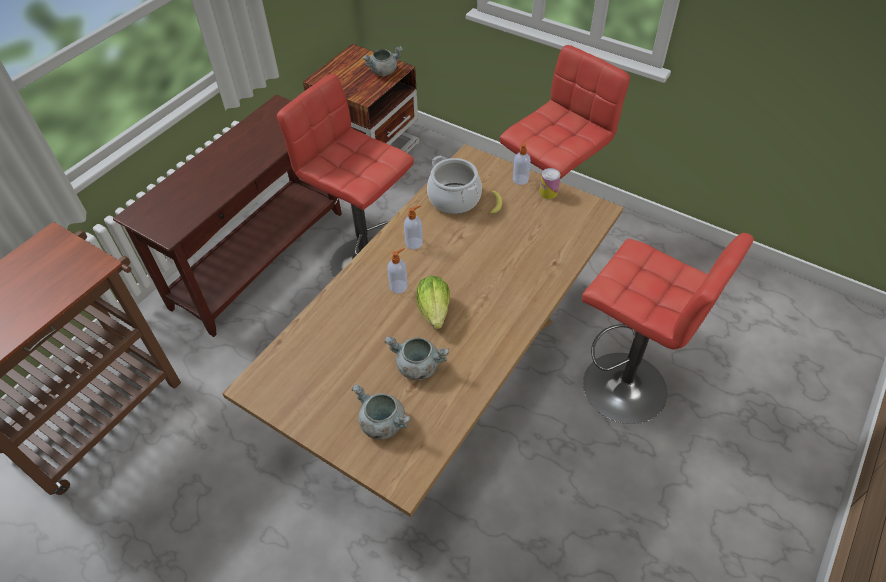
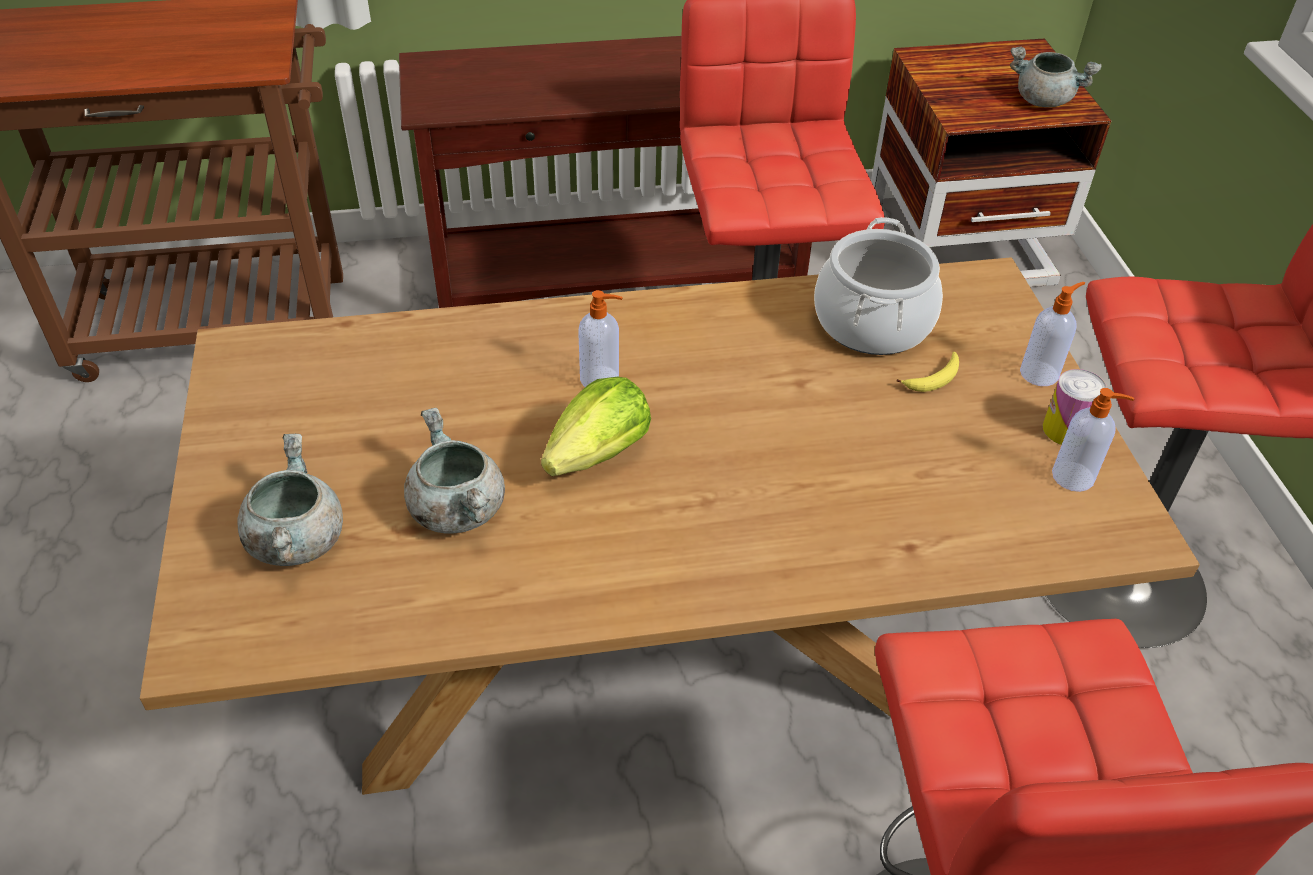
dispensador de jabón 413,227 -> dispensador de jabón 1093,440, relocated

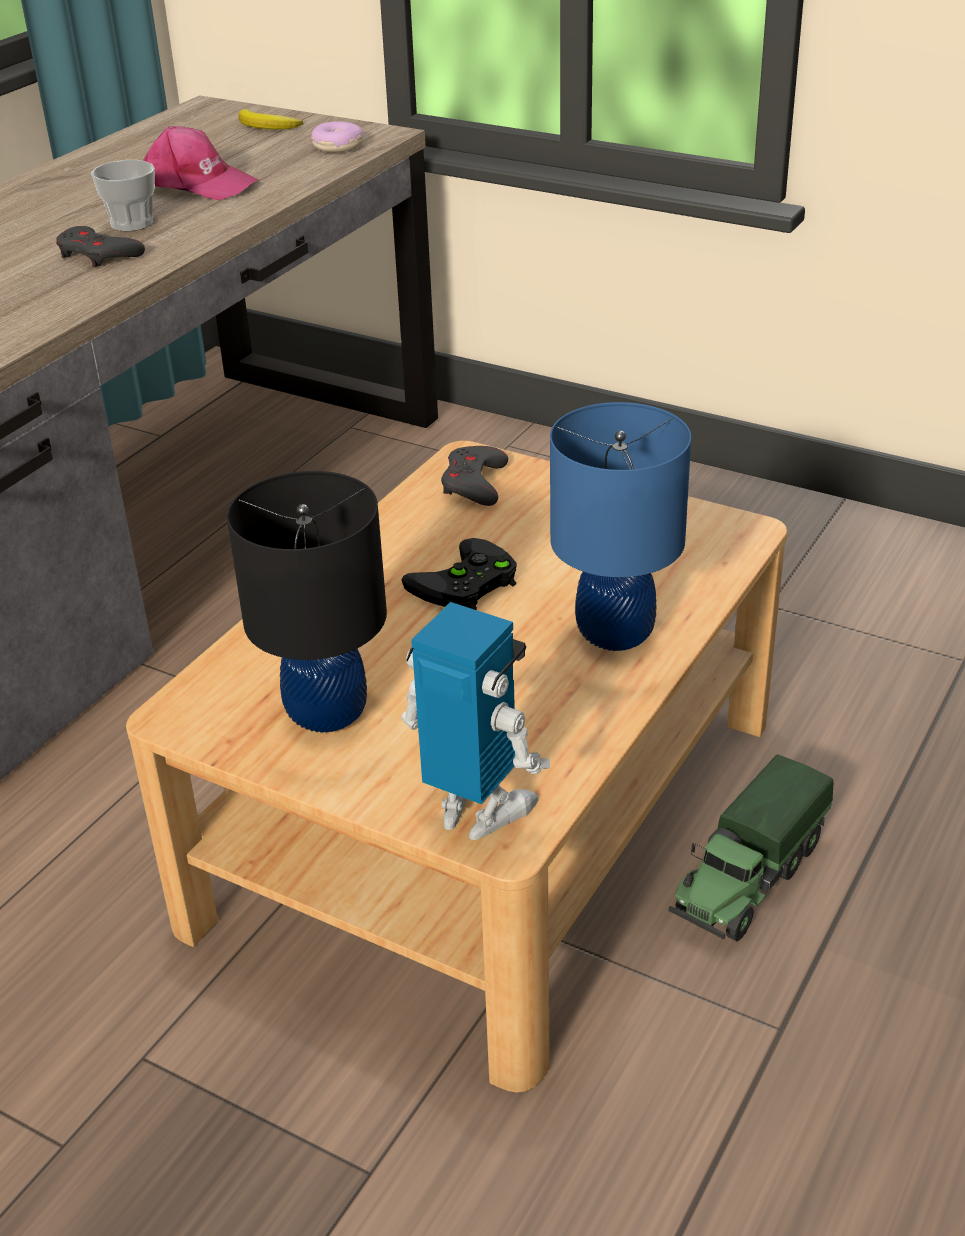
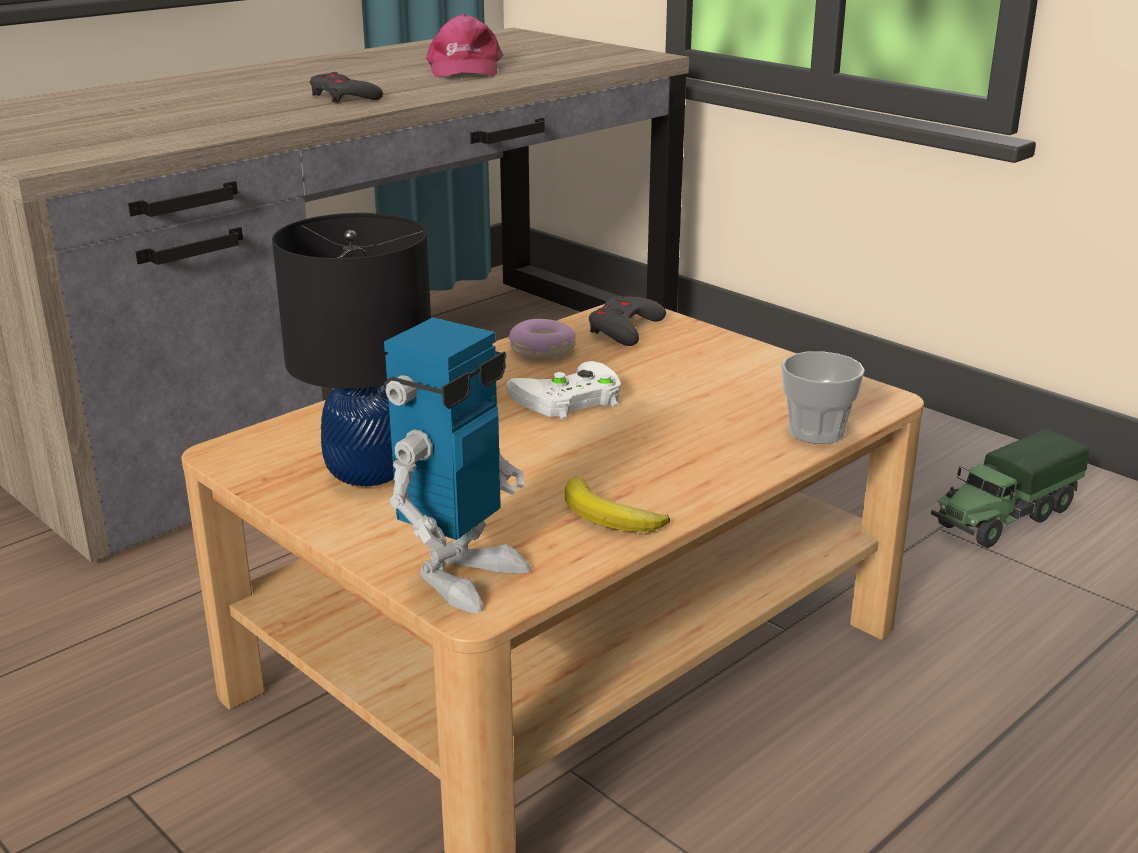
robot de juguete 475,721 -> robot de juguete 457,465, 75 degrees clockwise
gorra/rosa 201,163 -> gorra/rosa 464,45, 45 degrees clockwise
mando de consola/negro 459,574 -> mando de consola/blanco 563,390
rosquilla 337,136 -> rosquilla 542,339, relocated
plátano 271,119 -> plátano 617,505, relocated
taza 123,195 -> taza 823,397, relocated
camión de juguete 750,848 -> camión de juguete 1010,489, relocated
lámpara de mesa/azul 620,526 -> none

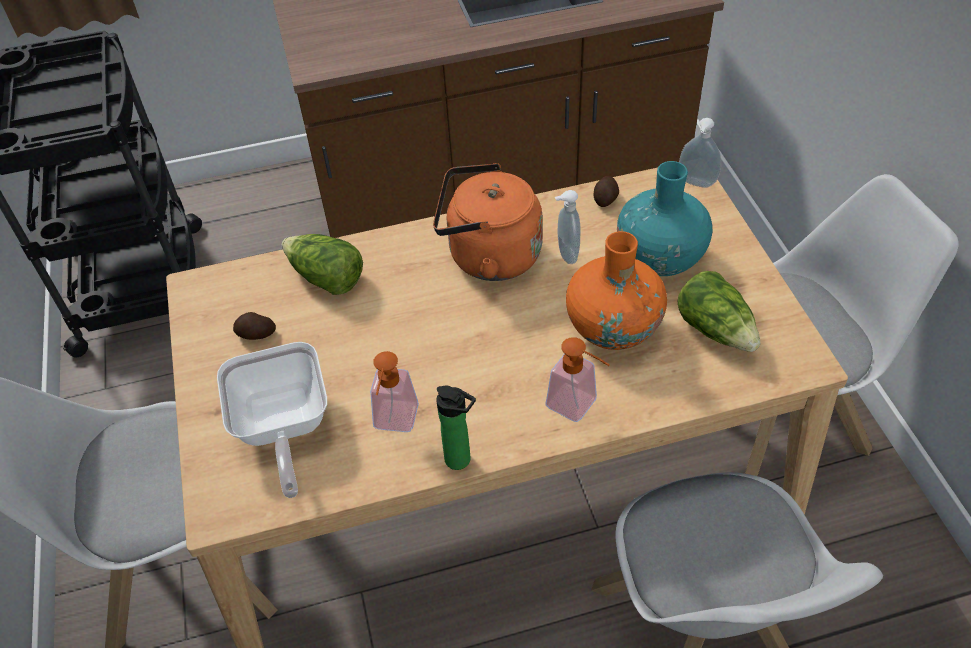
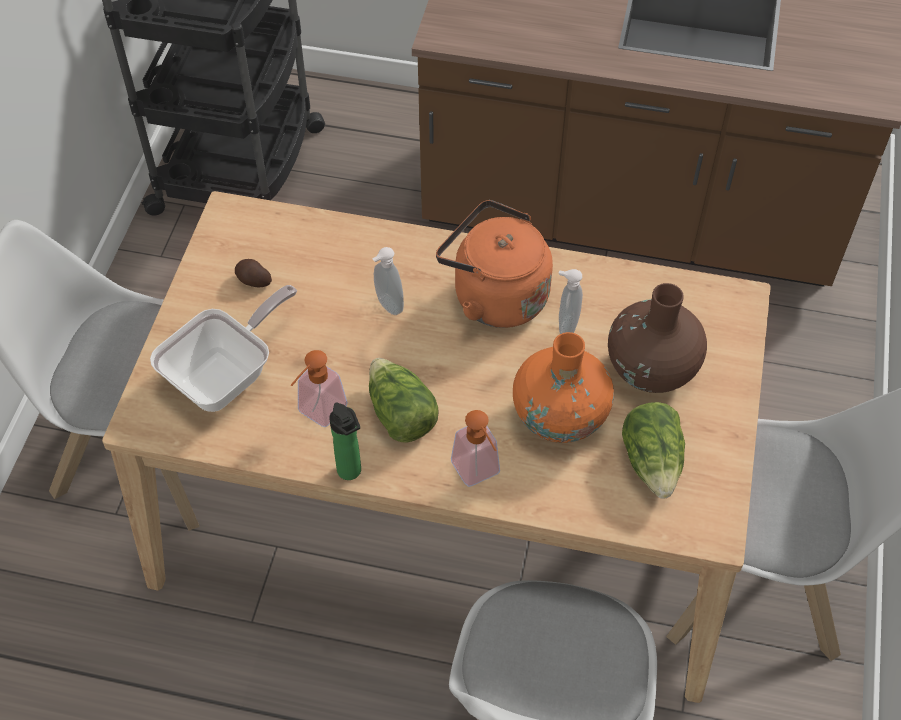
sartén 272,420 -> sartén 223,348, 150 degrees counterclockwise
lechuga 322,264 -> lechuga 404,400, relocated
dispensador de jabón 700,153 -> dispensador de jabón 388,281, relocated
florero/turquesa 664,218 -> florero/marrón 657,338
patata 606,191 -> none

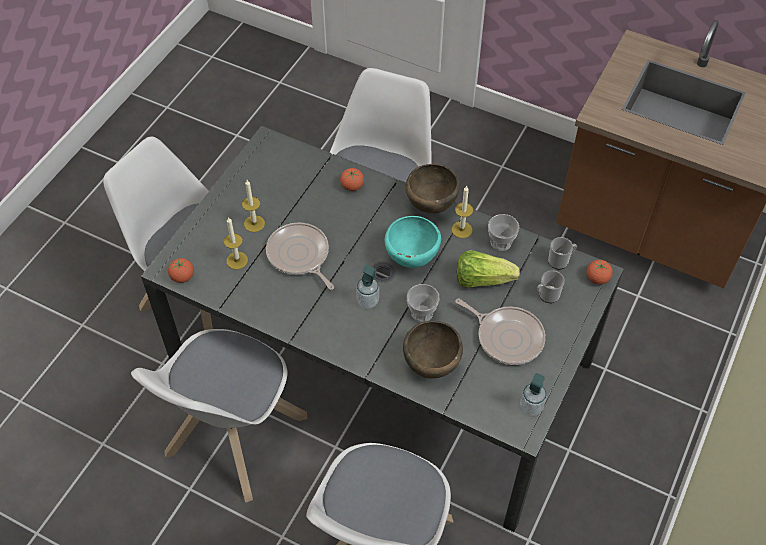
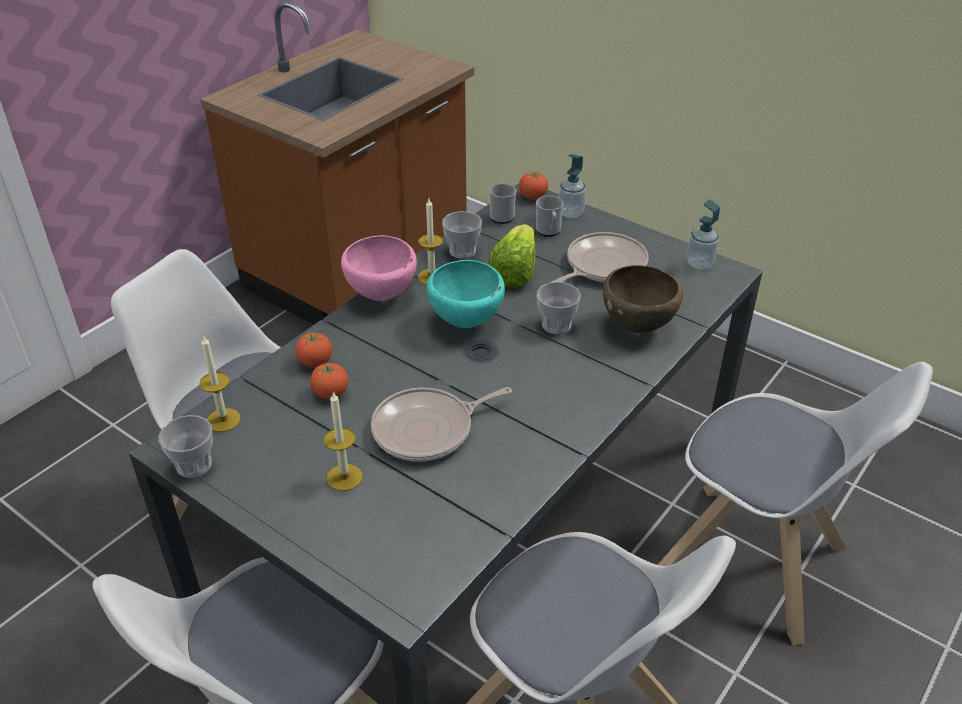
none -> taza 186,446
vela 236,243 -> vela 220,383, relocated
tomate 181,270 -> tomate 329,381, relocated
cuenco/marrón 433,188 -> cuenco/rosa 379,268
dispensador de jabón 367,287 -> dispensador de jabón 572,186, relocated

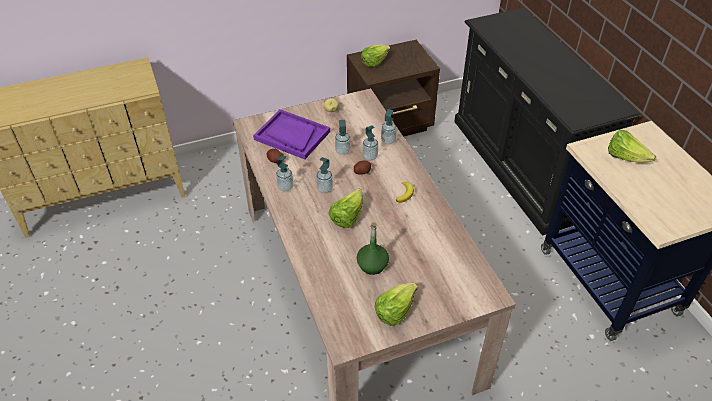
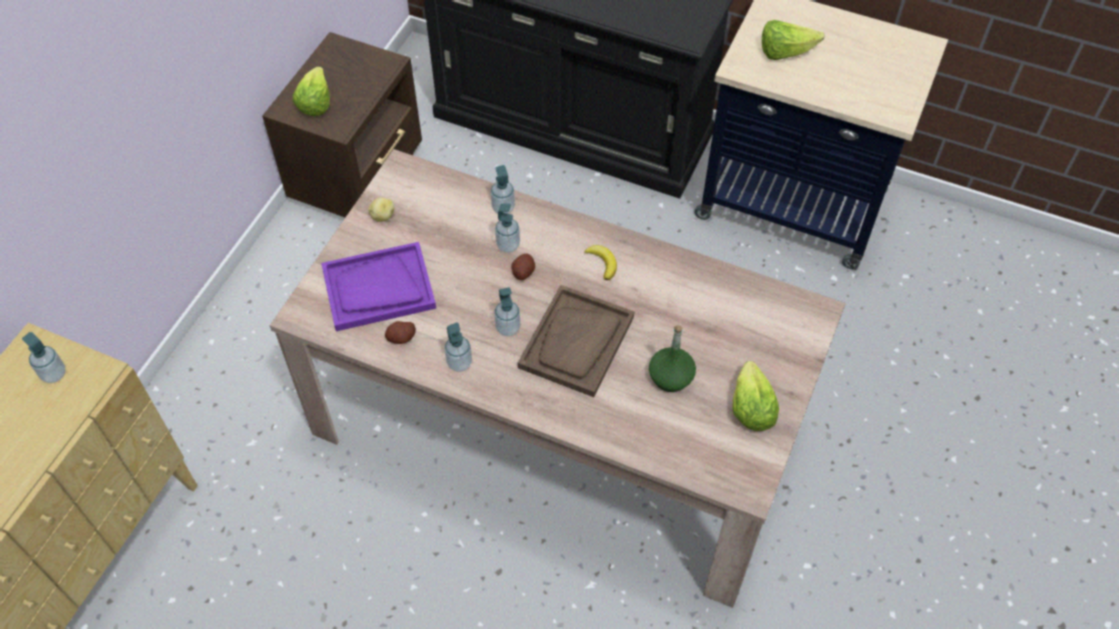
dispensador de jabón 342,137 -> dispensador de jabón 44,357, relocated
lechuga 345,208 -> bandeja/marrón 576,341

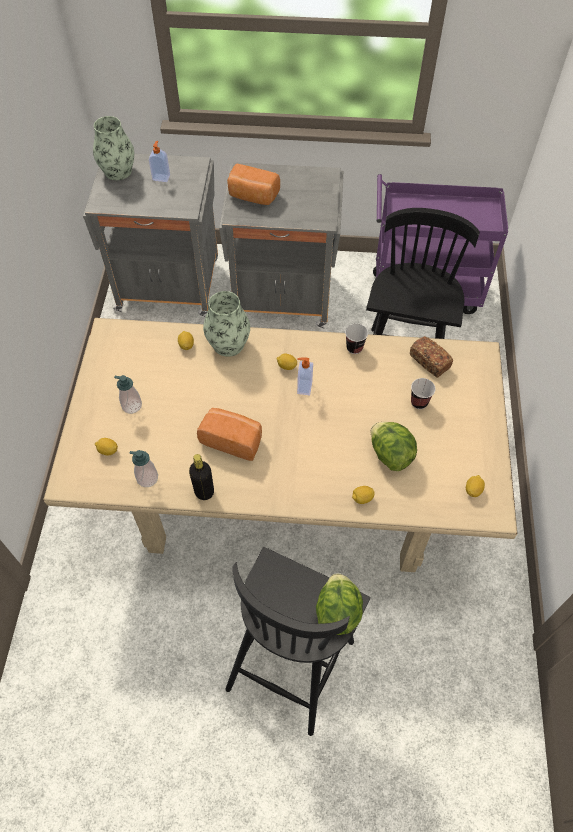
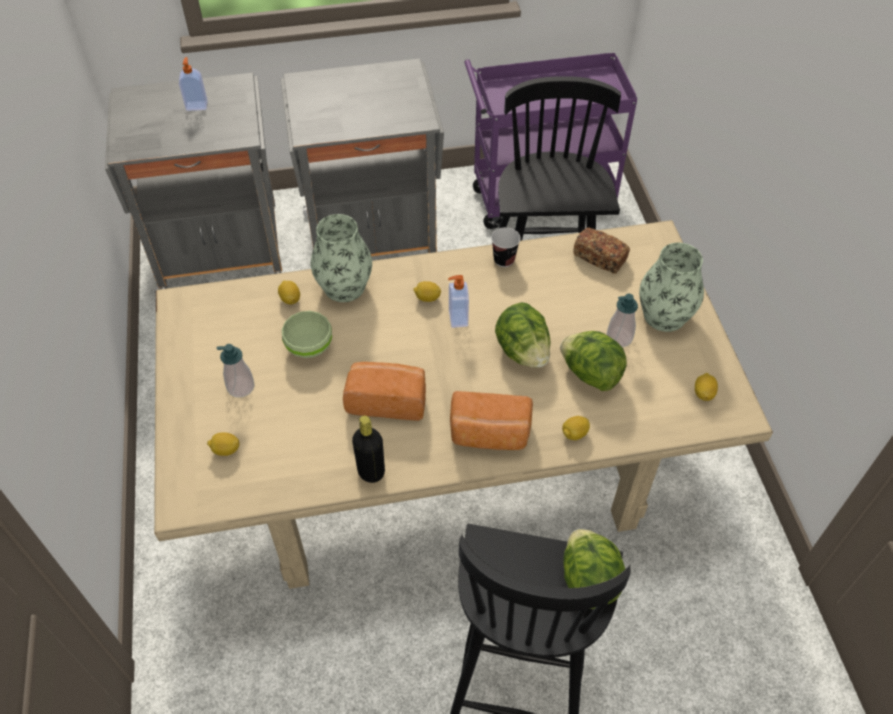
none -> cuenco/verde 307,334
pan 253,184 -> pan 491,420, relocated
none -> lechuga 523,335
dispensador de jabón 144,468 -> dispensador de jabón 622,320, relocated
florero 113,148 -> florero 671,287, relocated
taza 423,393 -> none

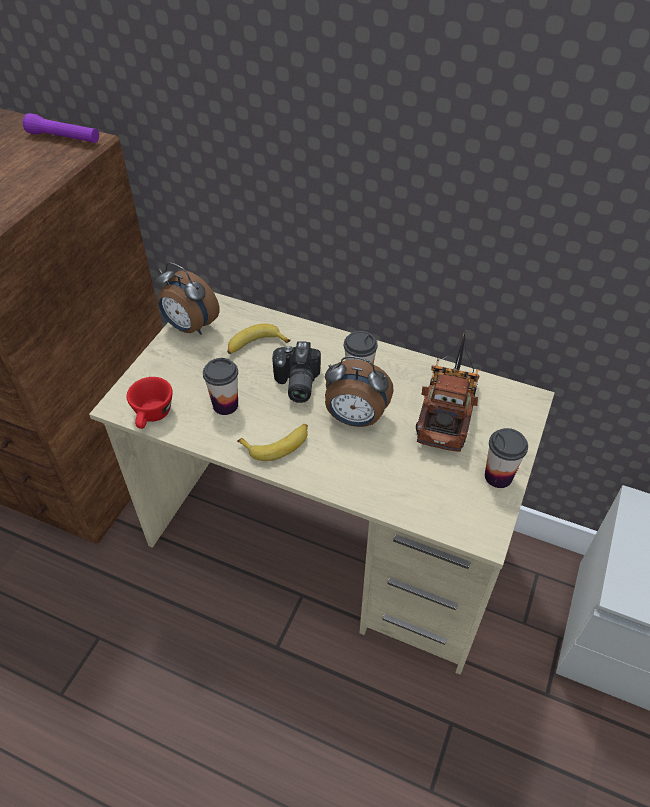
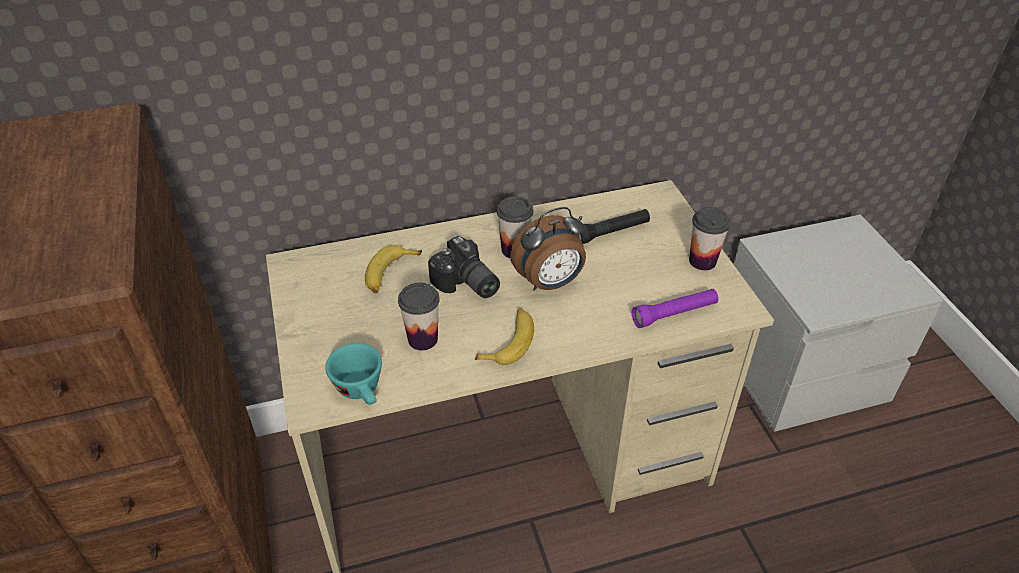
taza/rojo 150,403 -> taza/turquesa 353,374
camión de juguete 448,392 -> linterna/negro 614,226
linterna/morado 61,128 -> linterna/morado 675,308, relocated
despertador 187,299 -> none

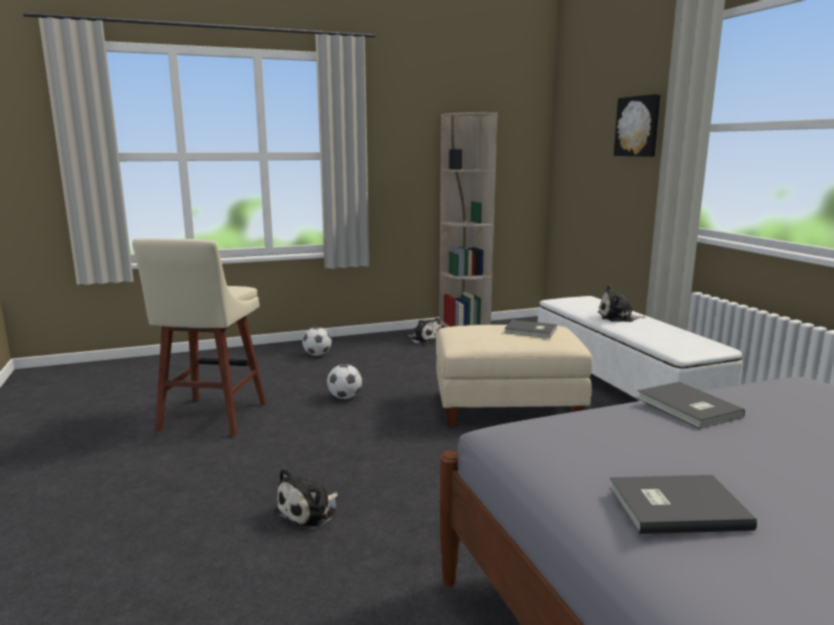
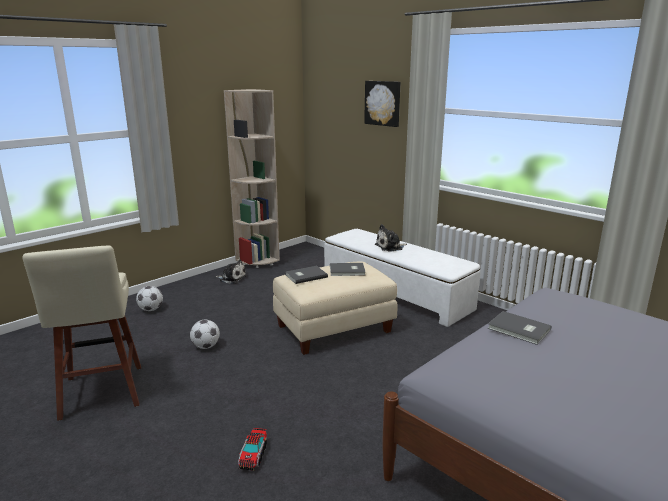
peluche 306,499 -> camión de juguete 252,449
libro/gris 683,504 -> libro/gris 306,275, relocated

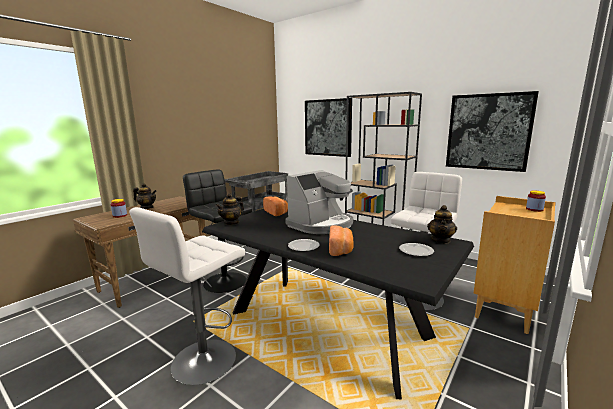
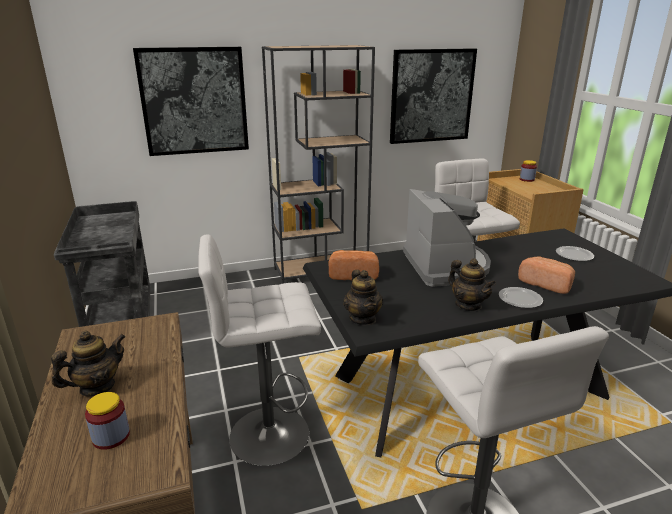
taburete/negro 217,231 -> taburete/blanco 259,350
tetera 442,224 -> tetera 472,285, relocated

